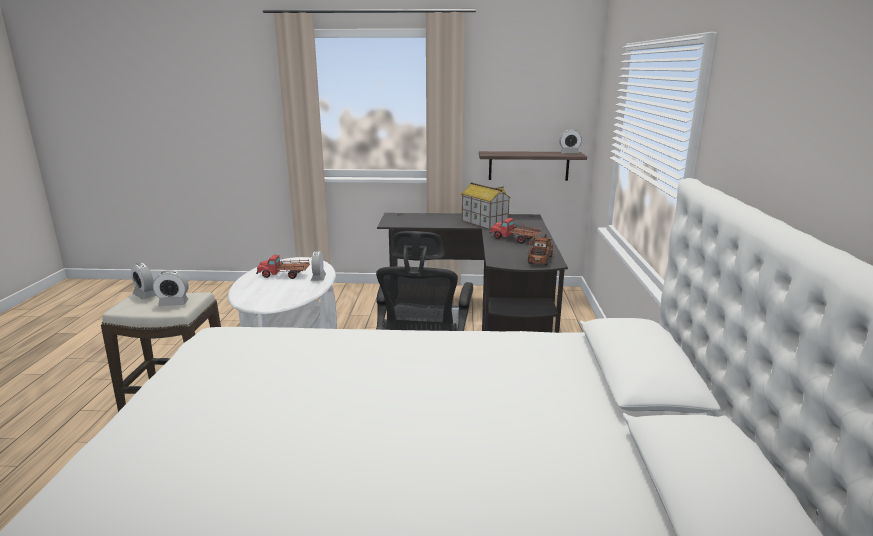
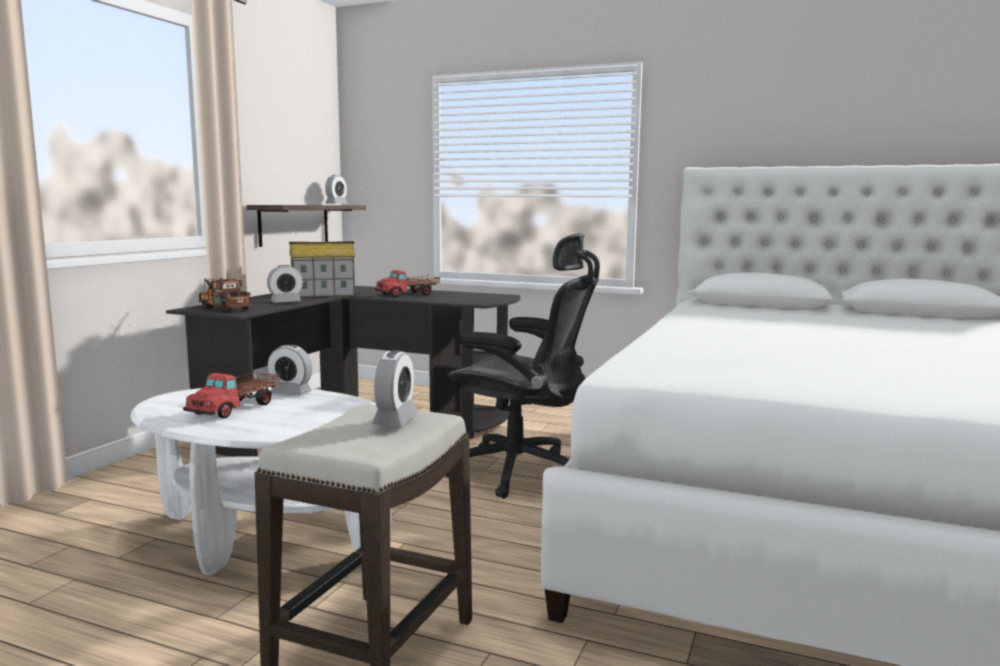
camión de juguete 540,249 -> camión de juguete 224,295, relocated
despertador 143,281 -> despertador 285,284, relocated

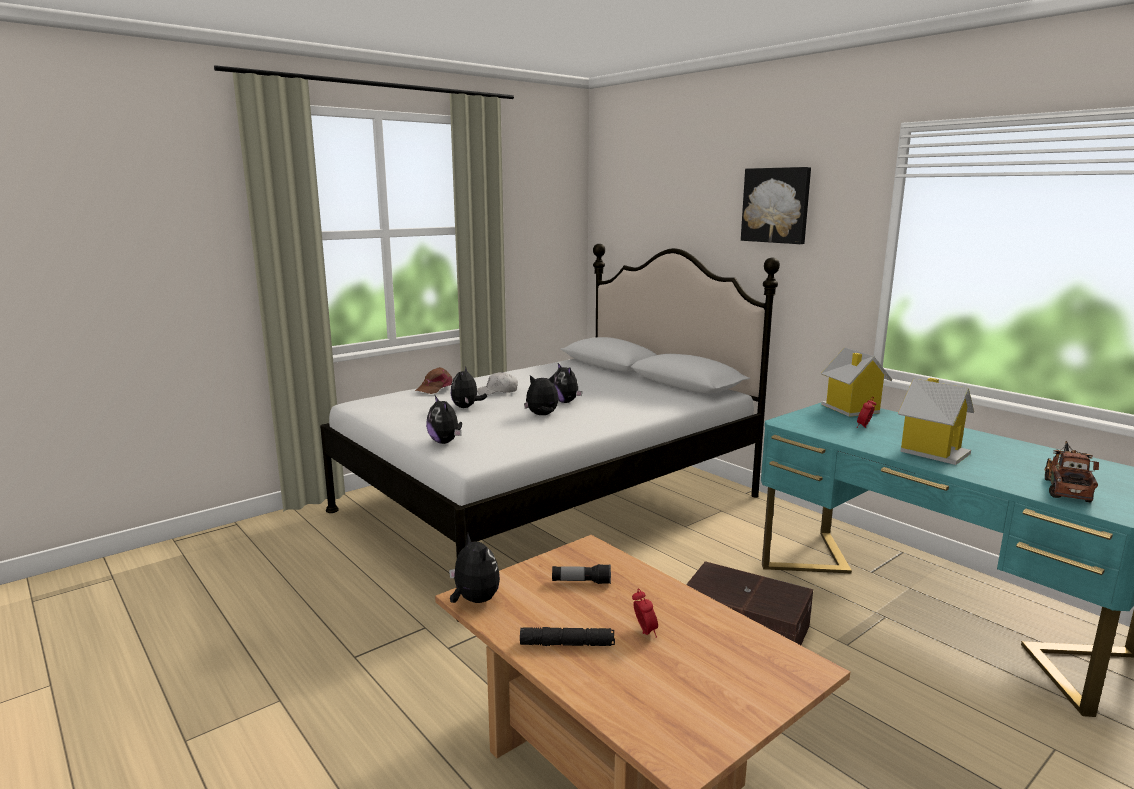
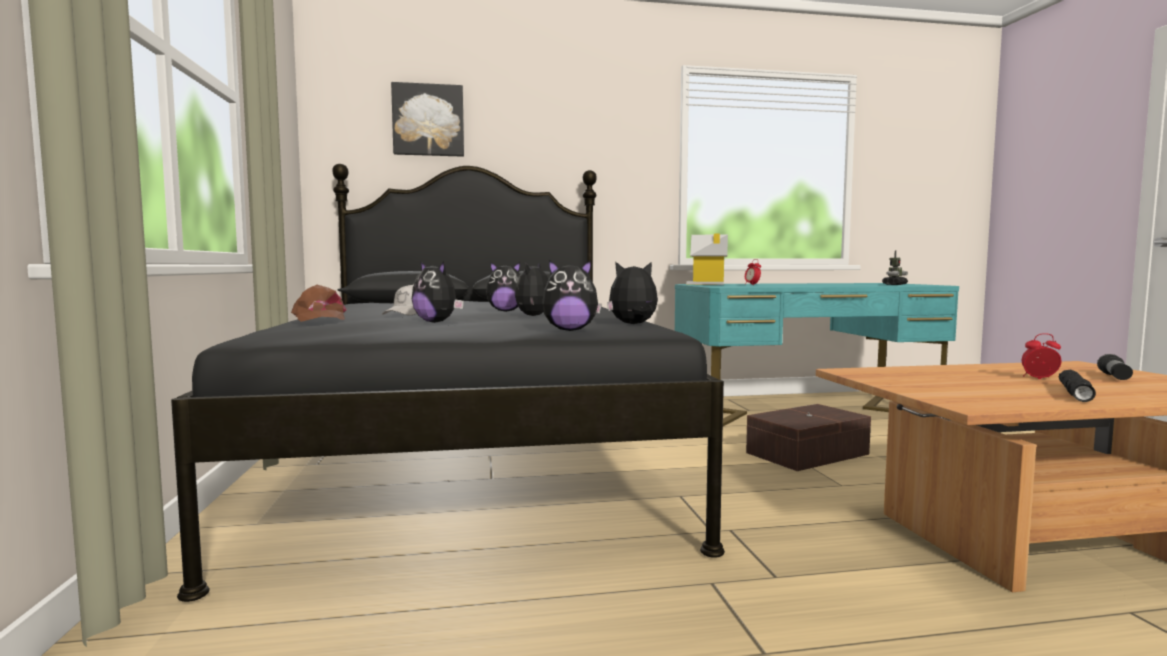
cama/blanco 550,433 -> cama/negro 448,383
cuadro 776,205 -> cuadro 427,119, relocated
peluche 474,568 -> peluche 632,293, relocated
camión de juguete 1071,472 -> robot de juguete 895,267
linterna 581,574 -> linterna 1115,367, relocated
casita 936,421 -> none

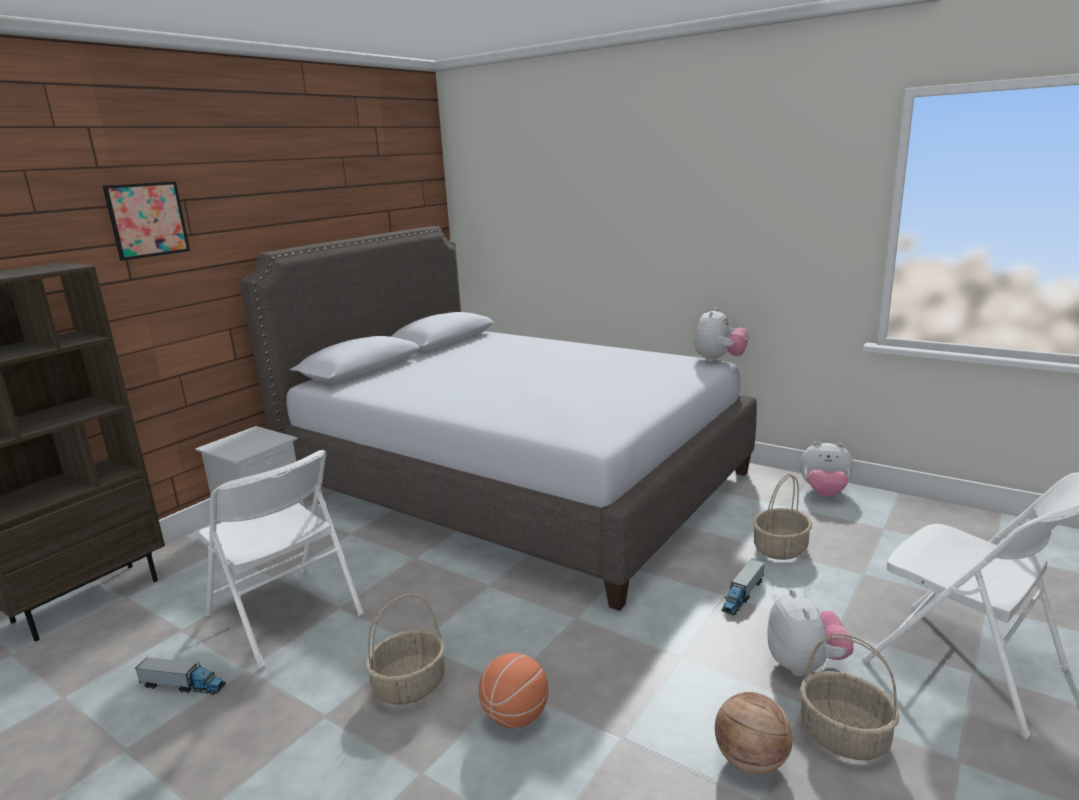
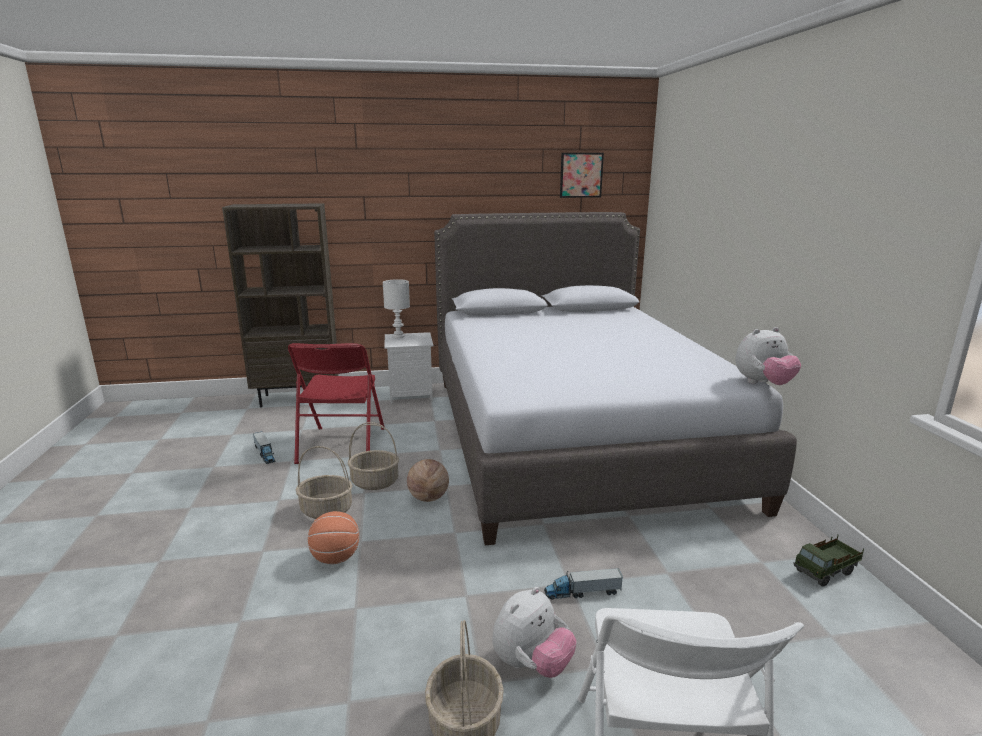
silla/blanco 281,560 -> silla/rojo 336,403
cesta 782,517 -> cesta 373,456, relocated
none -> lámpara de mesa/blanco 396,308
balón de baloncesto 754,733 -> balón de baloncesto 428,480, relocated
cuadro 146,221 -> cuadro 582,175, relocated
peluche 826,469 -> camión de juguete 828,560

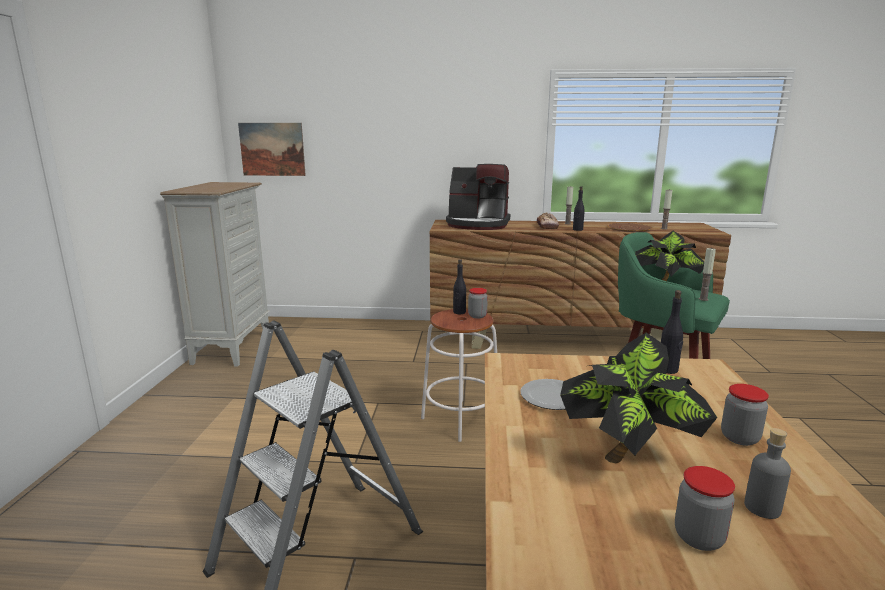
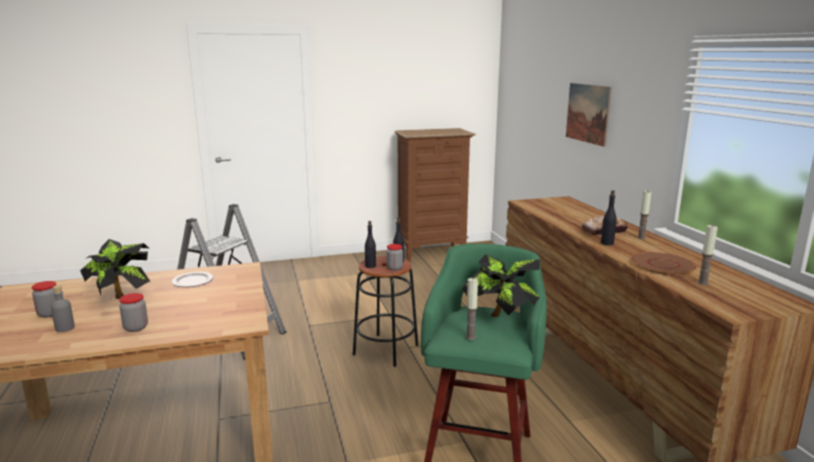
taburete/blanco 459,375 -> taburete/negro 385,311
botella/negro 672,332 -> botella/negro 370,244, relocated
cómoda/blanco 215,274 -> cómoda/marrón 435,195
cuadro 272,149 -> cuadro 588,115, relocated
cafetera 478,197 -> none

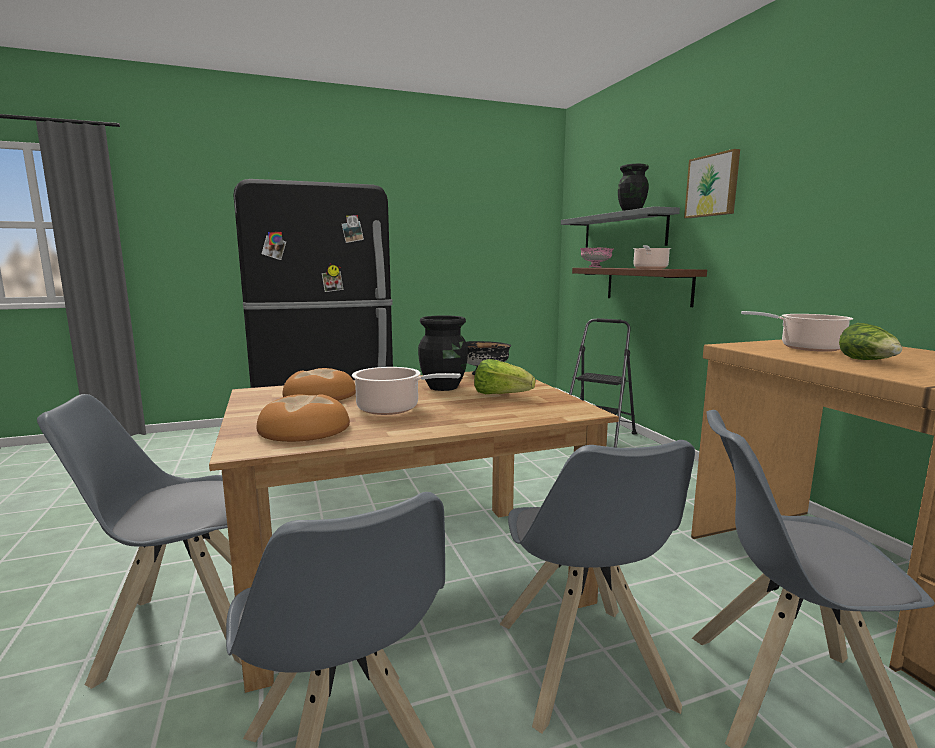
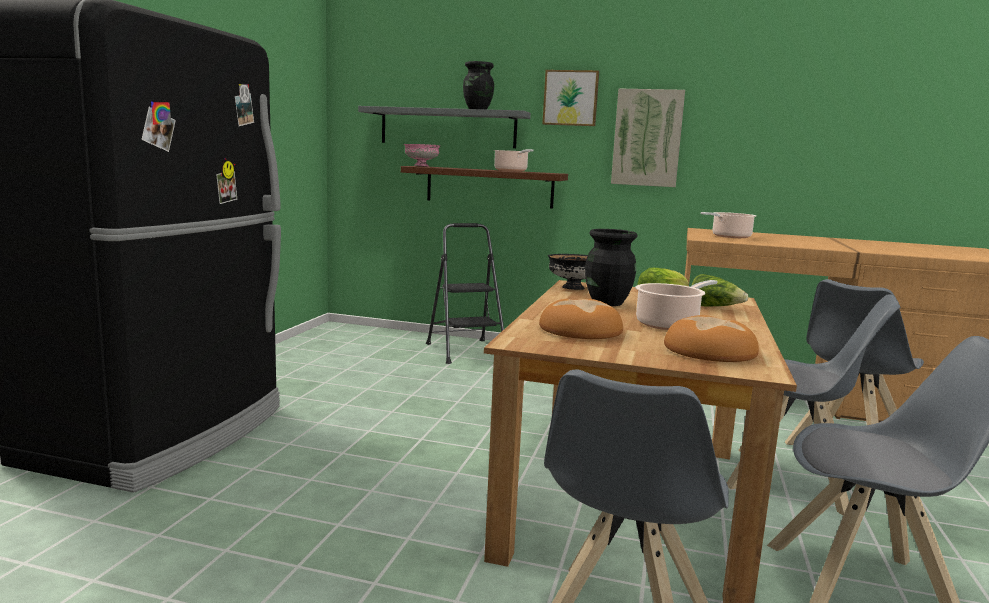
none -> cuadro 648,137
lechuga 870,341 -> lechuga 720,290, relocated

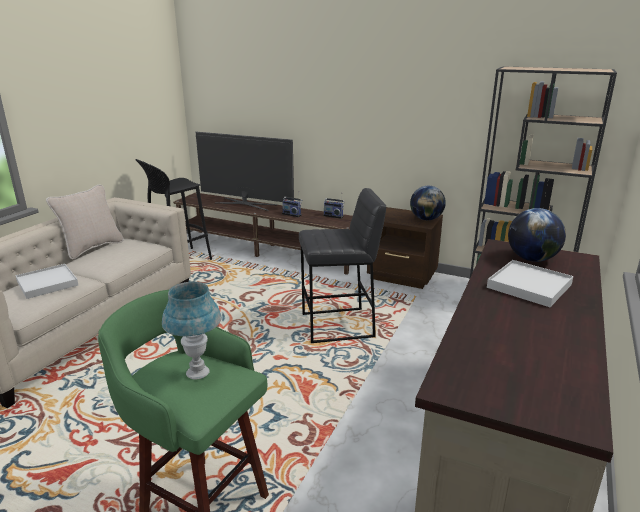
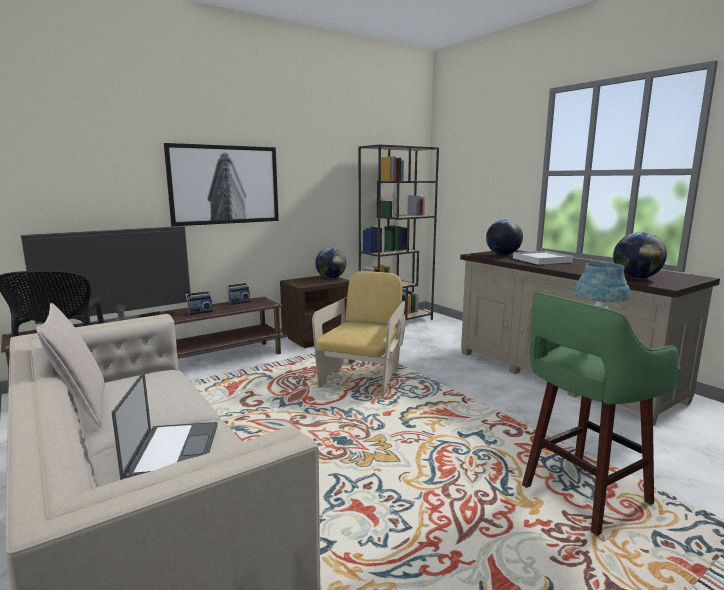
bandeja/blanco 46,281 -> portátil 164,425
none -> cuadro 221,184
taburete/gris 342,265 -> sillón/amarillo 359,334
none -> globo terráqueo 640,255

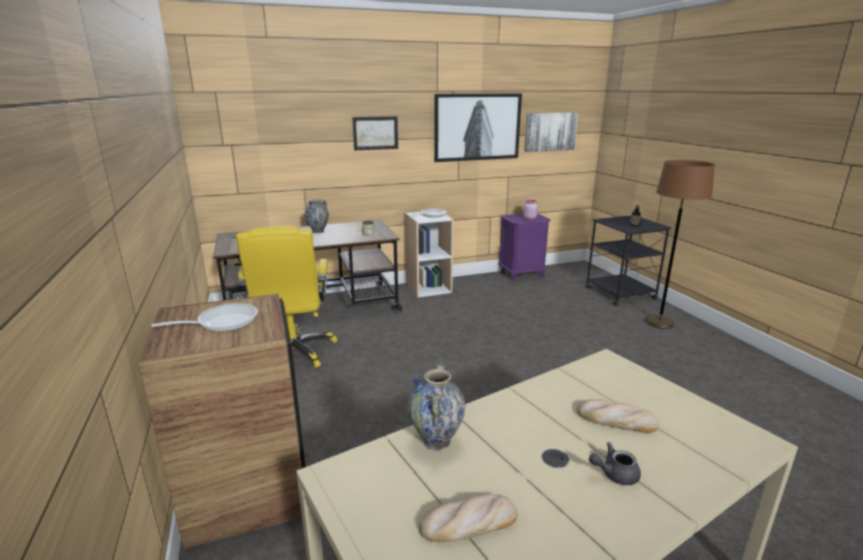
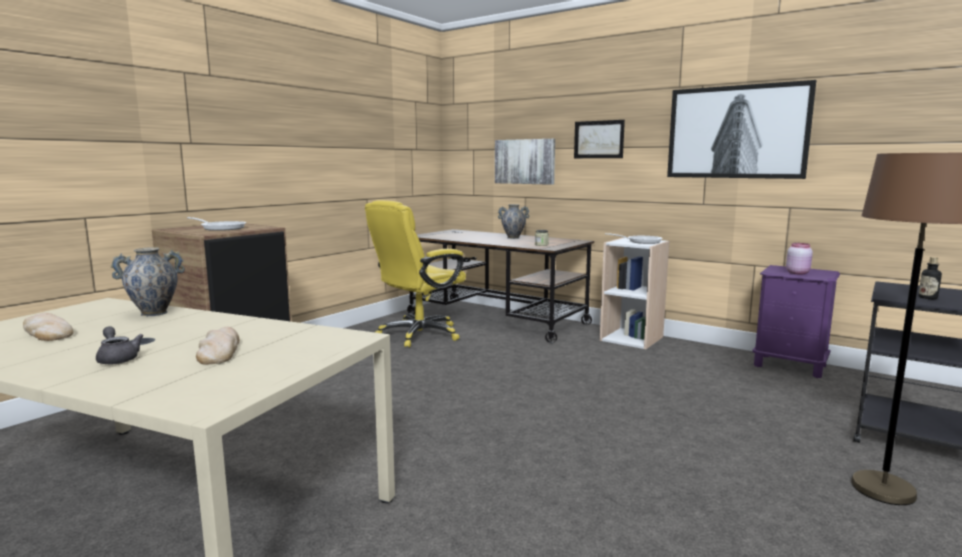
cuadro 551,132 -> cuadro 525,162, relocated

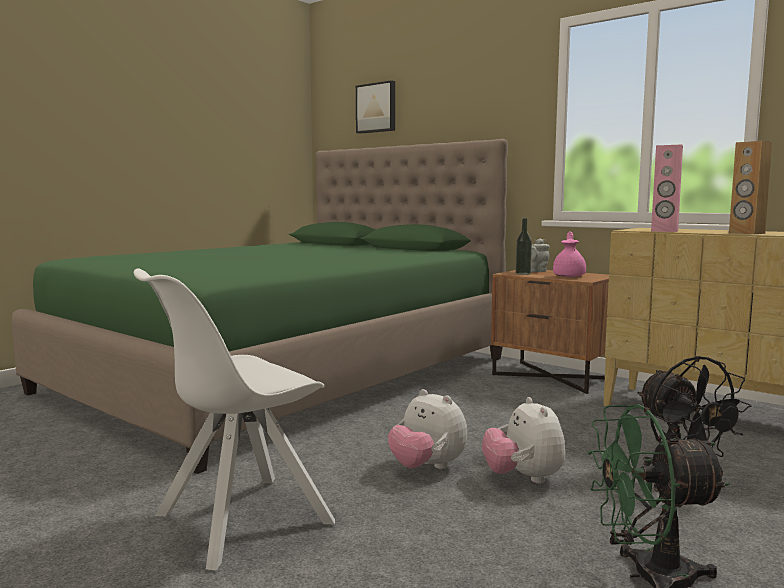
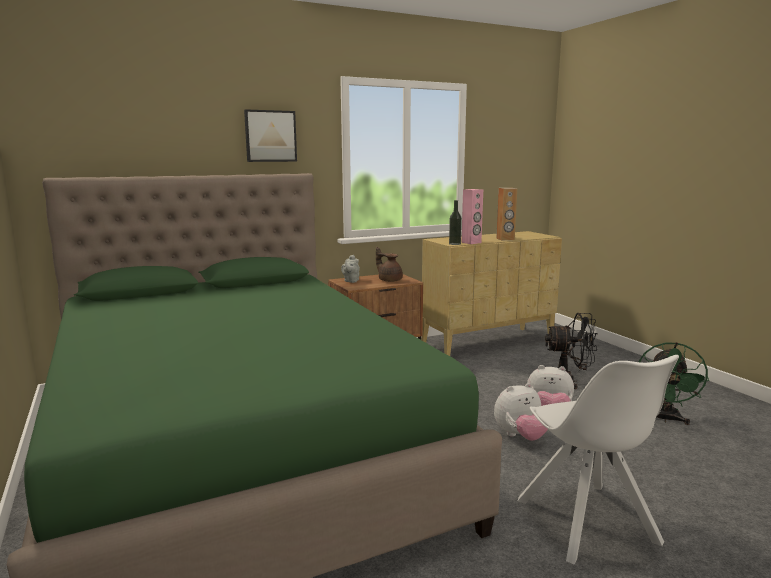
cuadro 375,107 -> cuadro 270,135, relocated
tetera/rosa 569,254 -> tetera/marrón 389,264
botella 523,246 -> botella 455,222, relocated

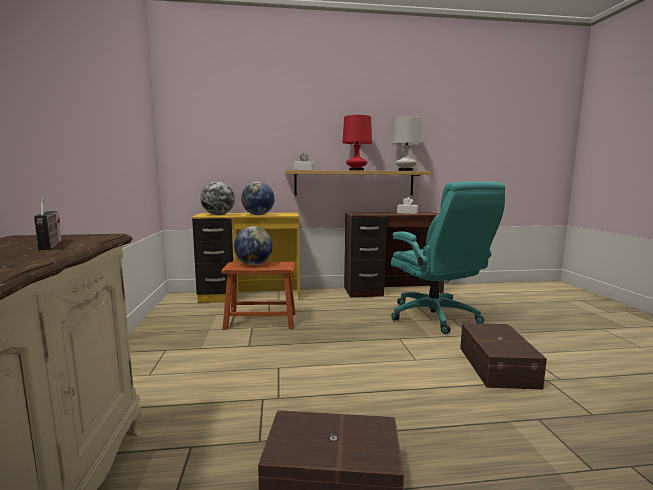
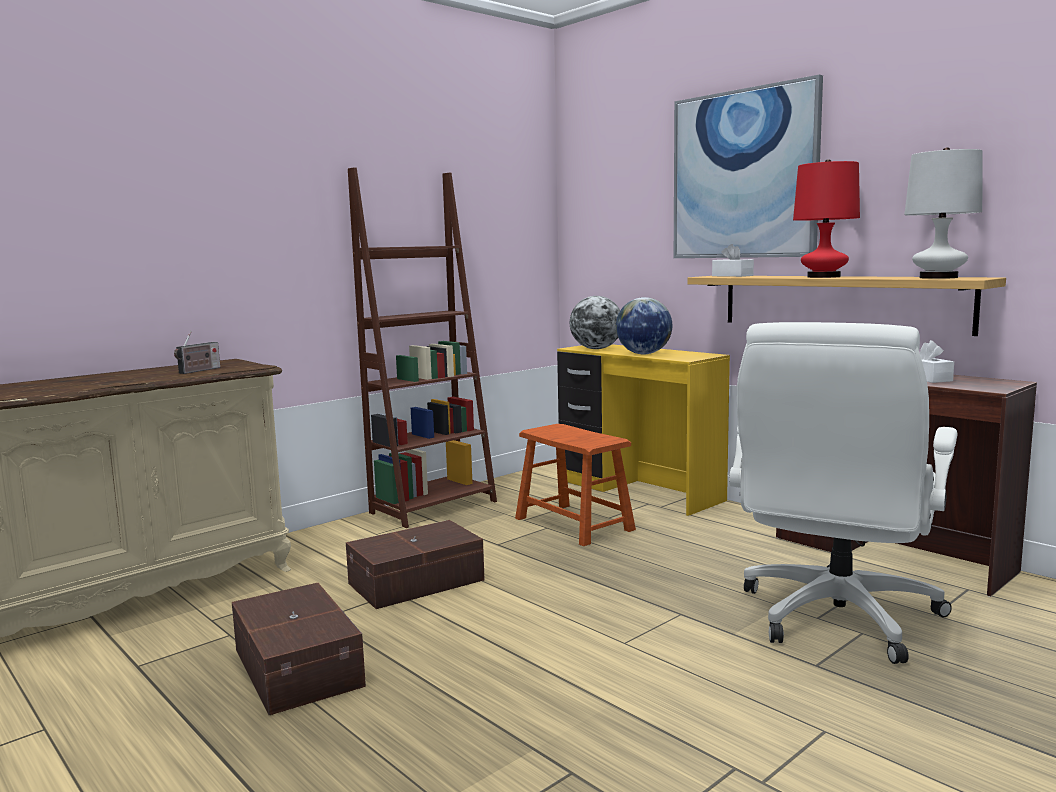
caja de almacenaje/marrón 503,356 -> caja de almacenaje/marrón 415,564, relocated
none -> estantería/marrón 422,347
none -> cuadro 748,166
silla de oficina/turquesa 448,257 -> silla de oficina/blanco 843,493
globo terráqueo 253,245 -> none

